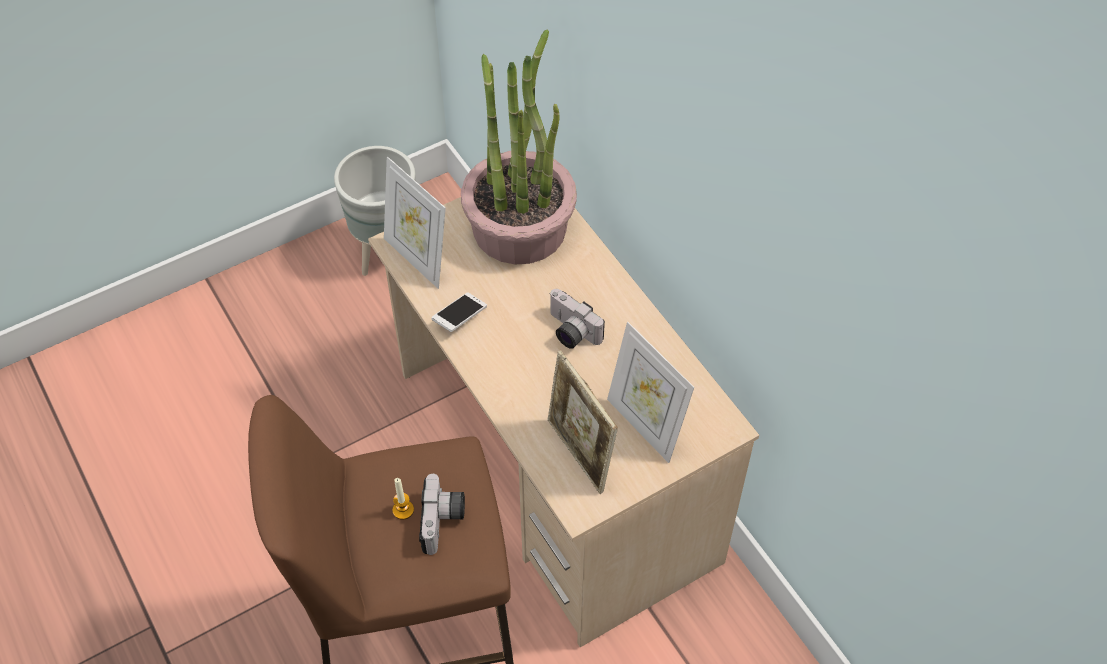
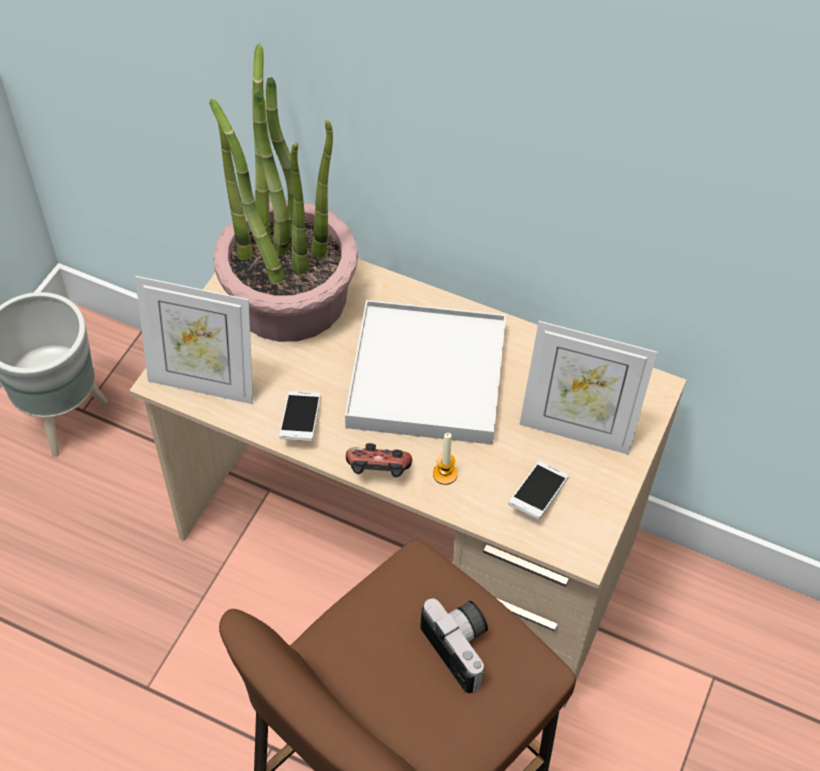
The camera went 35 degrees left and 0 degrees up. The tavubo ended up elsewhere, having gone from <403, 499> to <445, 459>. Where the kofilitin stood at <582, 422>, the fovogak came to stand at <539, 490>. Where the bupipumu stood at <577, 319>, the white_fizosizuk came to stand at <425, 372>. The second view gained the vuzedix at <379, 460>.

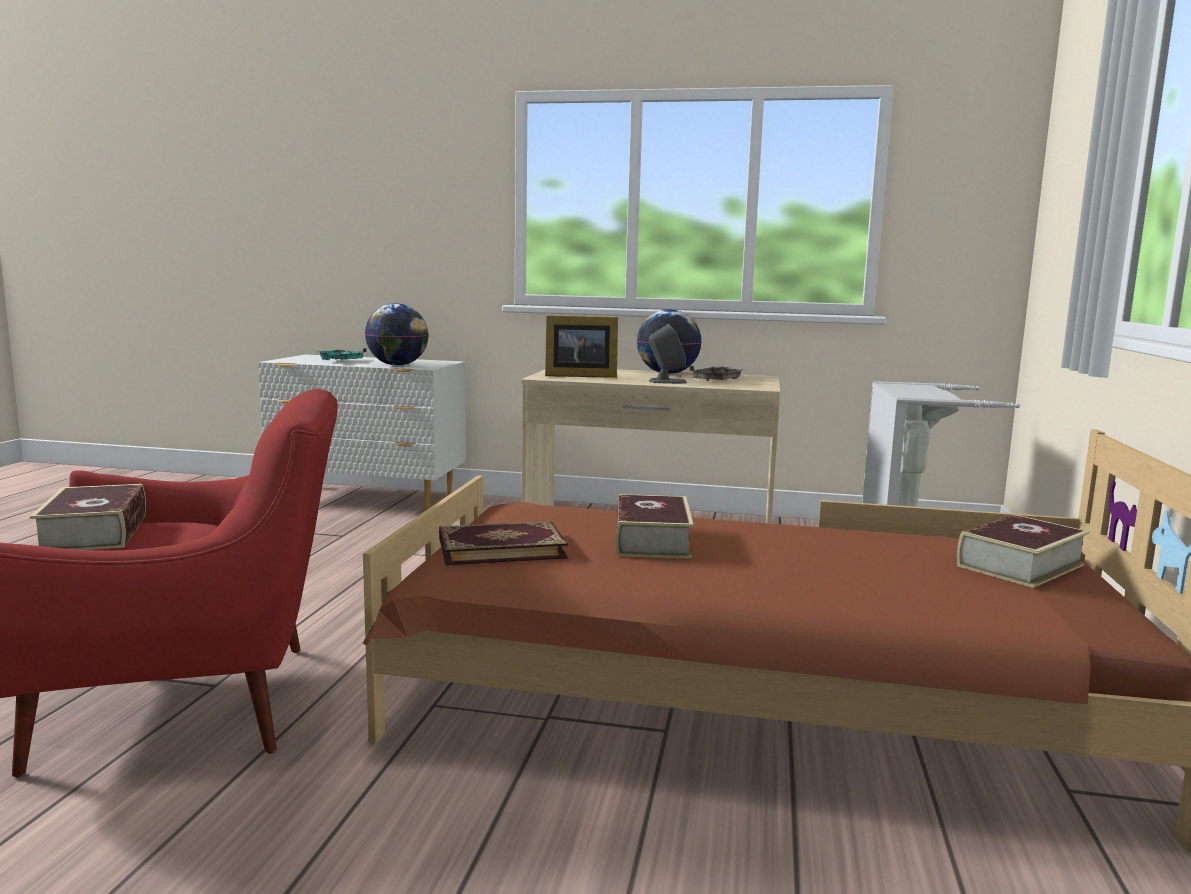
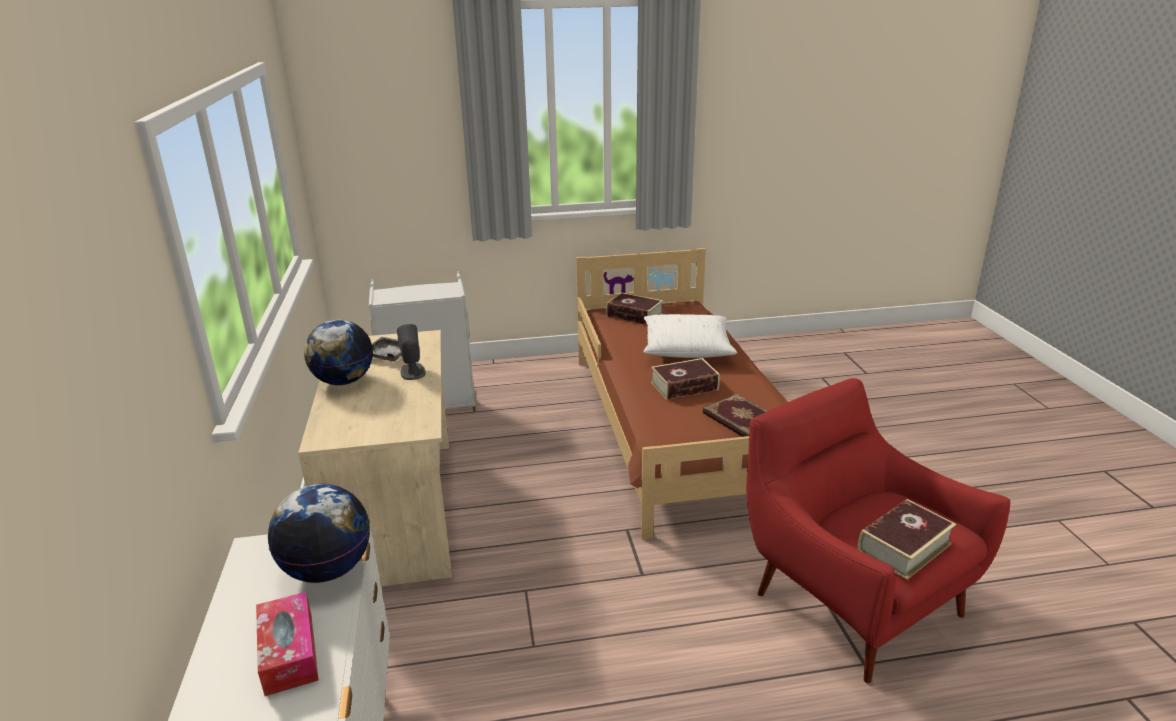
The camera went 110 degrees left and 15 degrees up. Where the turquoise_fizosizuk stood at <341, 354>, the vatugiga came to stand at <287, 644>. The second view lost the kofilitin at <581, 346>. The second view gained the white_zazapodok at <690, 336>.

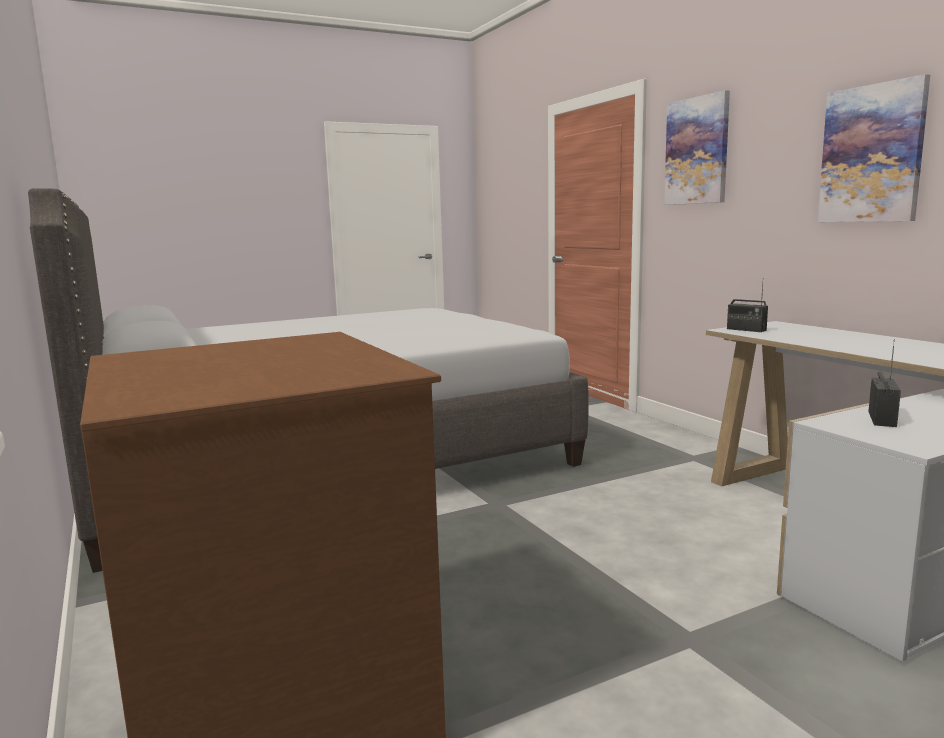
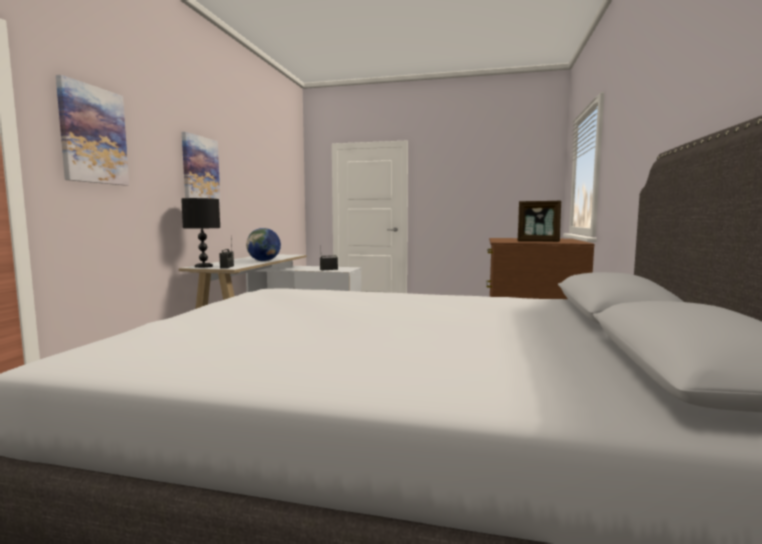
The camera went 140 degrees left and 5 degrees down. The second view gained the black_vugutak at <200, 233>. The second view gained the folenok at <263, 244>. The second view gained the kofilitin at <539, 221>.

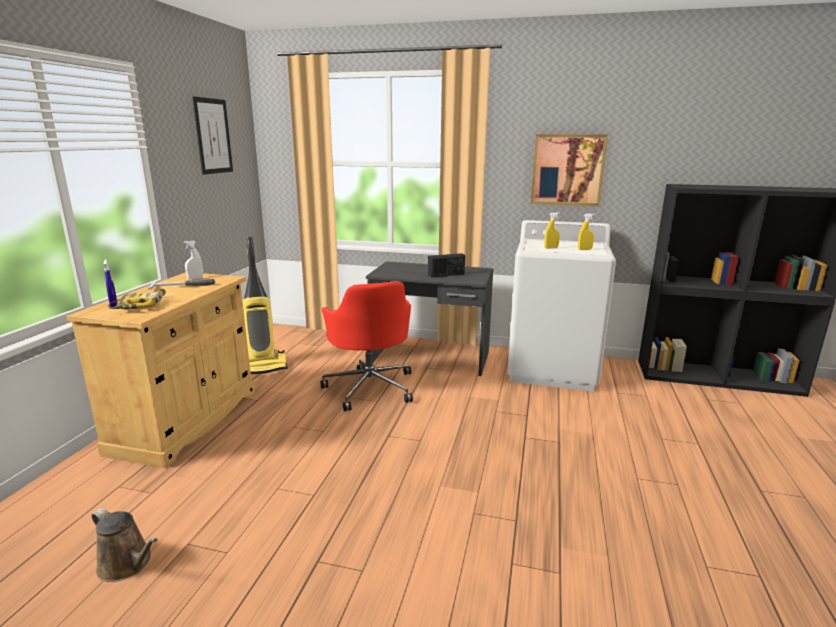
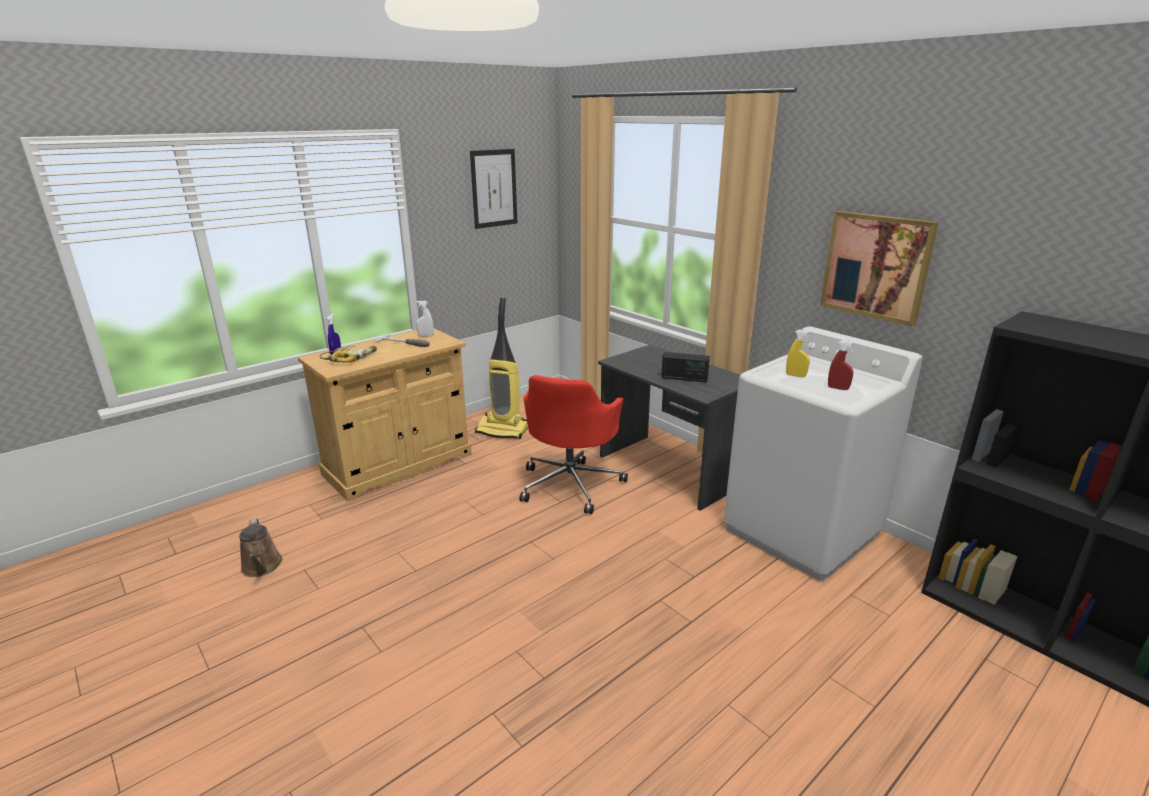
The camera went 35 degrees right and 5 degrees up. What was the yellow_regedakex at <586, 232> turned into the red_regedakex at <842, 365>.

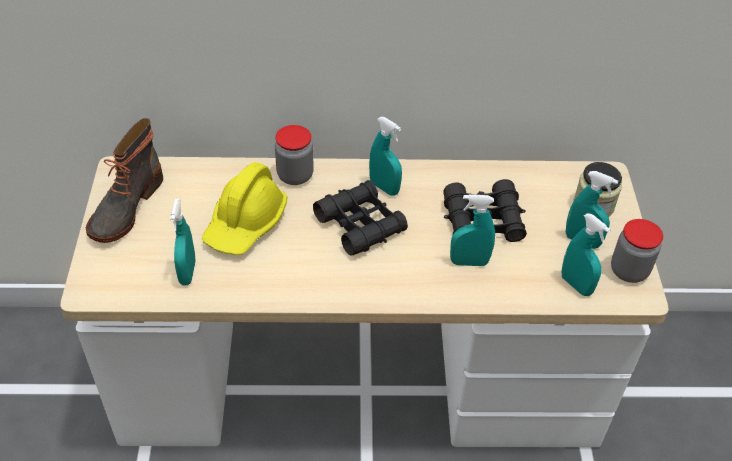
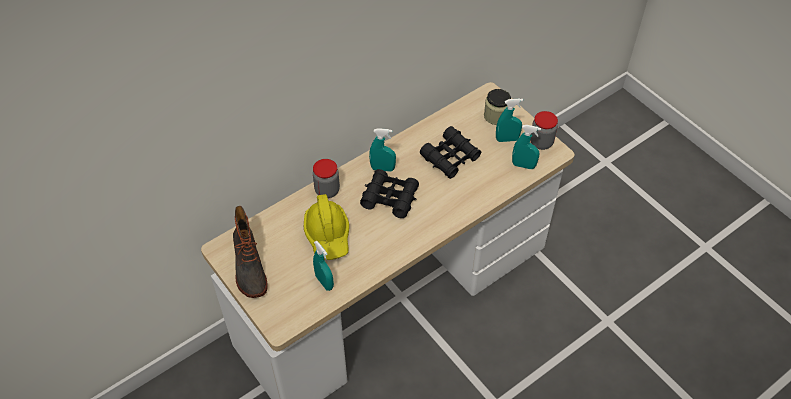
The camera went 35 degrees left and 5 degrees up. The second view lost the turquoise_regedakex at <472, 230>.

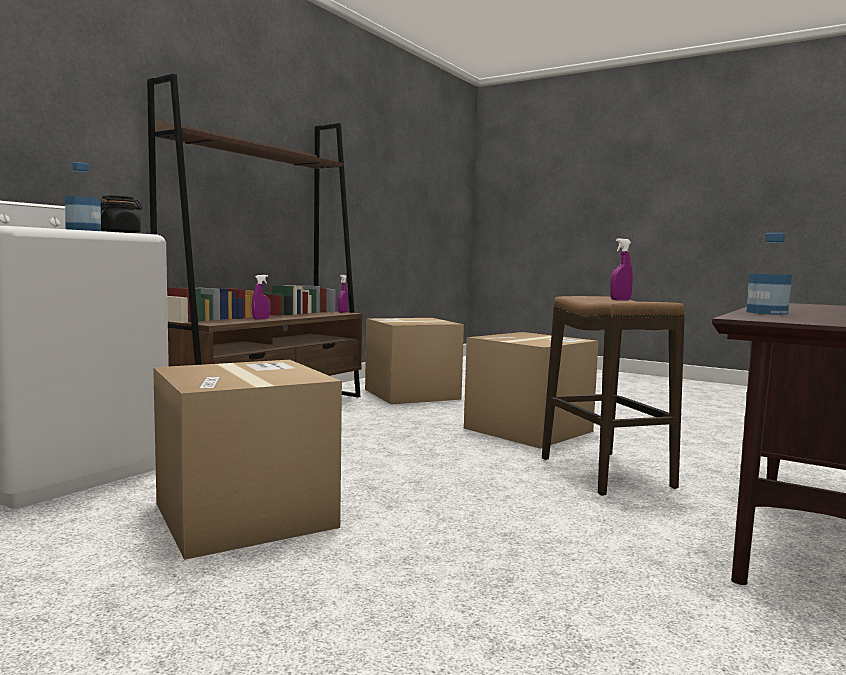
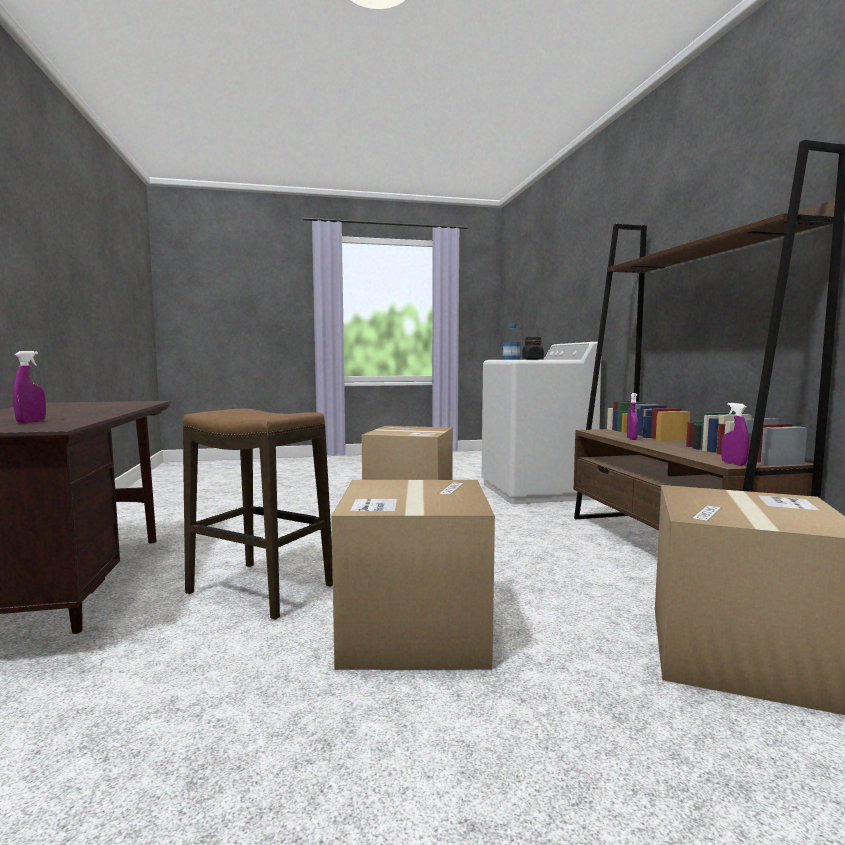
The camera went 135 degrees right and 0 degrees up. The purple_regedakex ended up elsewhere, having gone from <621, 269> to <29, 387>. The second view lost the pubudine at <769, 274>.

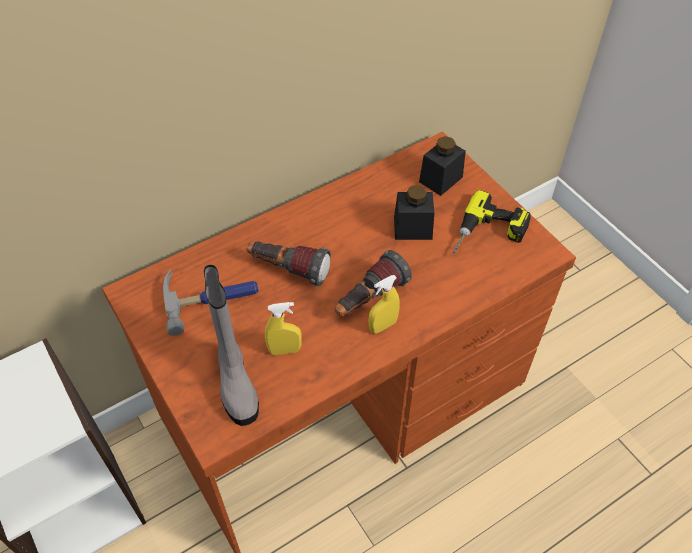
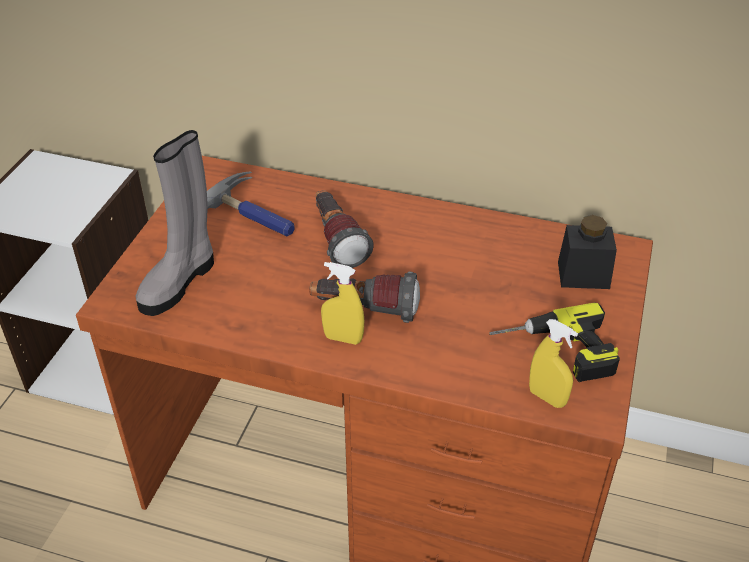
The camera went 50 degrees right and 10 degrees down. The yellow_regedakex ended up elsewhere, having gone from <283, 328> to <553, 363>. The second view lost the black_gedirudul at <414, 212>.

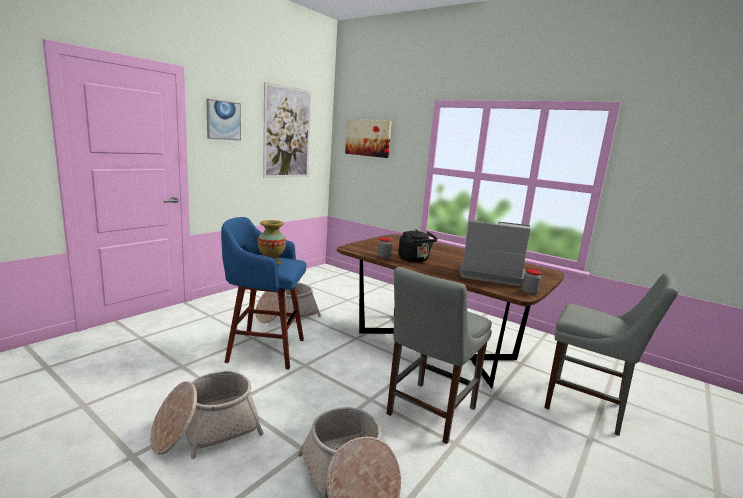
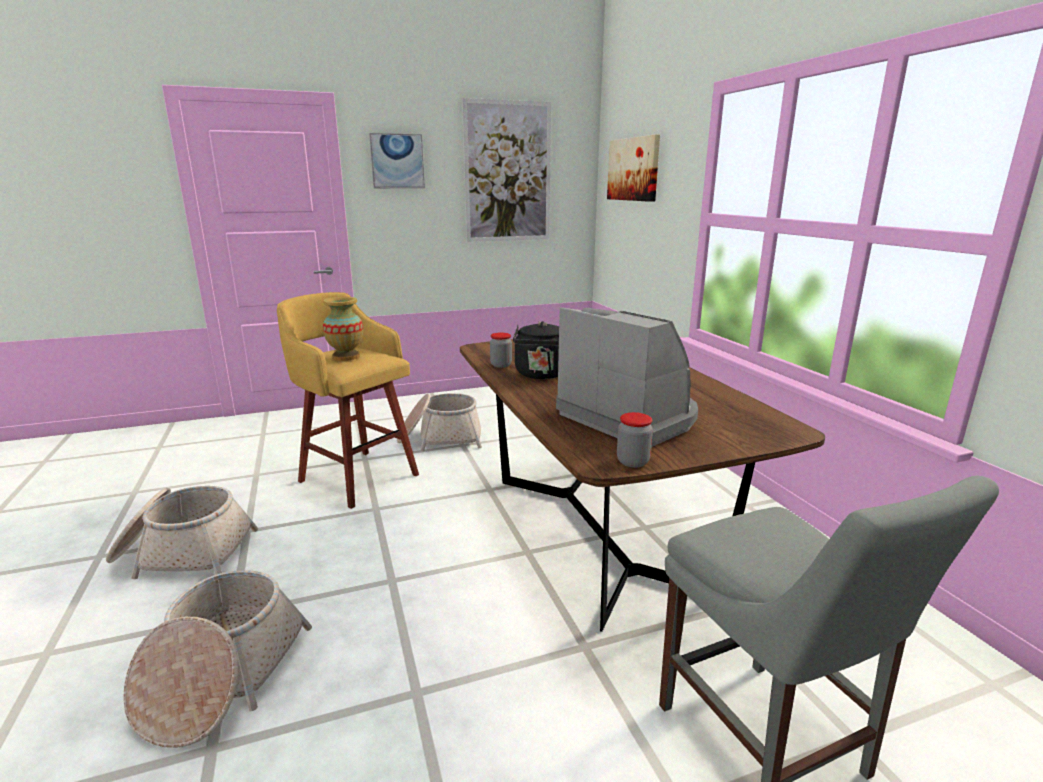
The camera went 35 degrees right and 5 degrees up. What was the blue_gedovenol at <263, 293> turned into the yellow_gedovenol at <348, 400>. The second view lost the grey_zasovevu at <439, 355>.

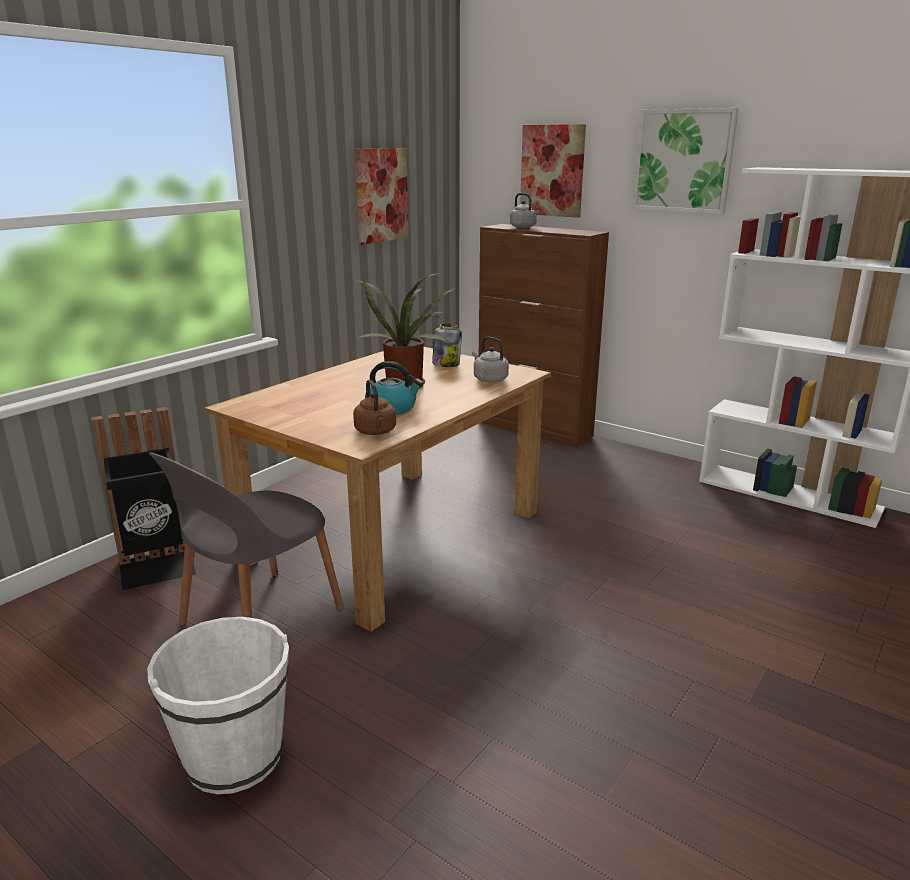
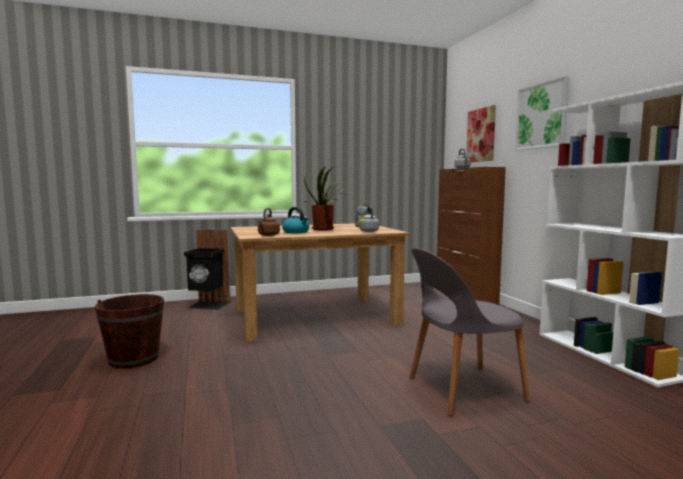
The camera went 35 degrees right and 15 degrees down. What was the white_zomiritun at <218, 705> turned into the brown_zomiritun at <129, 331>. The grey_zasovevu ended up elsewhere, having gone from <246, 539> to <469, 332>. The second view lost the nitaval at <381, 196>.

